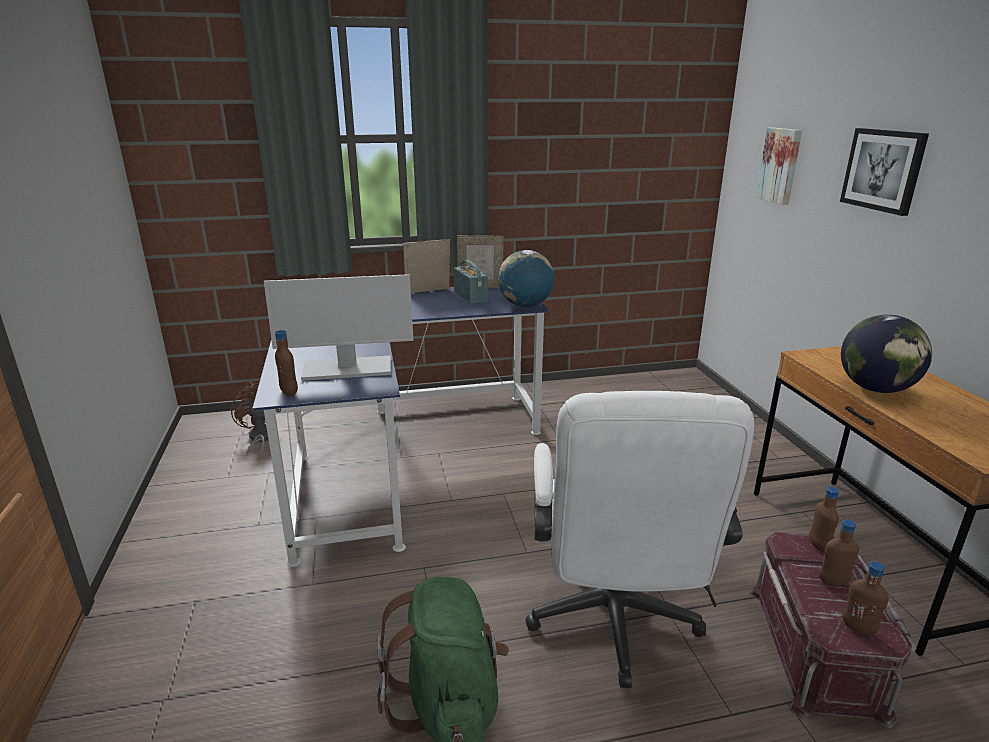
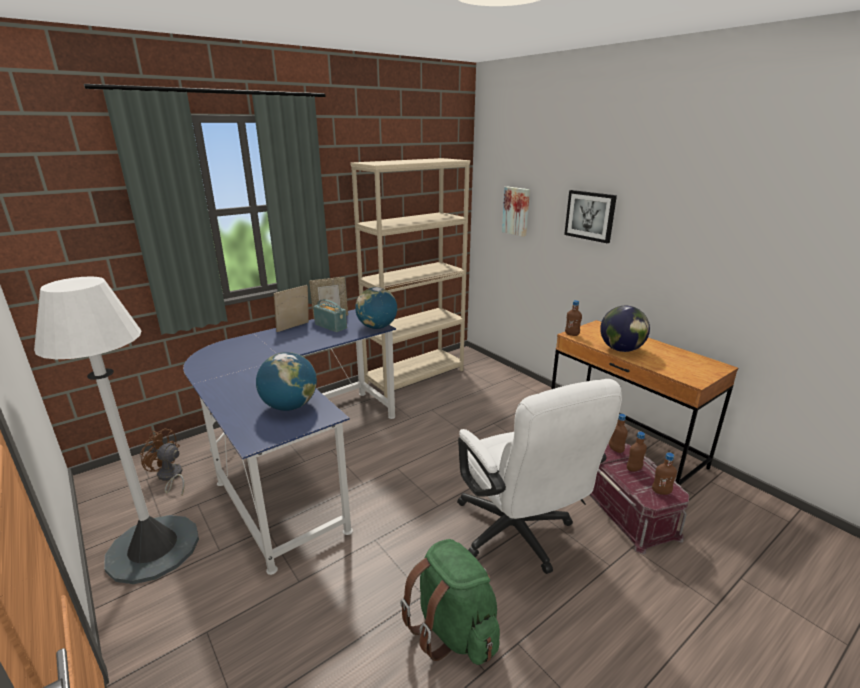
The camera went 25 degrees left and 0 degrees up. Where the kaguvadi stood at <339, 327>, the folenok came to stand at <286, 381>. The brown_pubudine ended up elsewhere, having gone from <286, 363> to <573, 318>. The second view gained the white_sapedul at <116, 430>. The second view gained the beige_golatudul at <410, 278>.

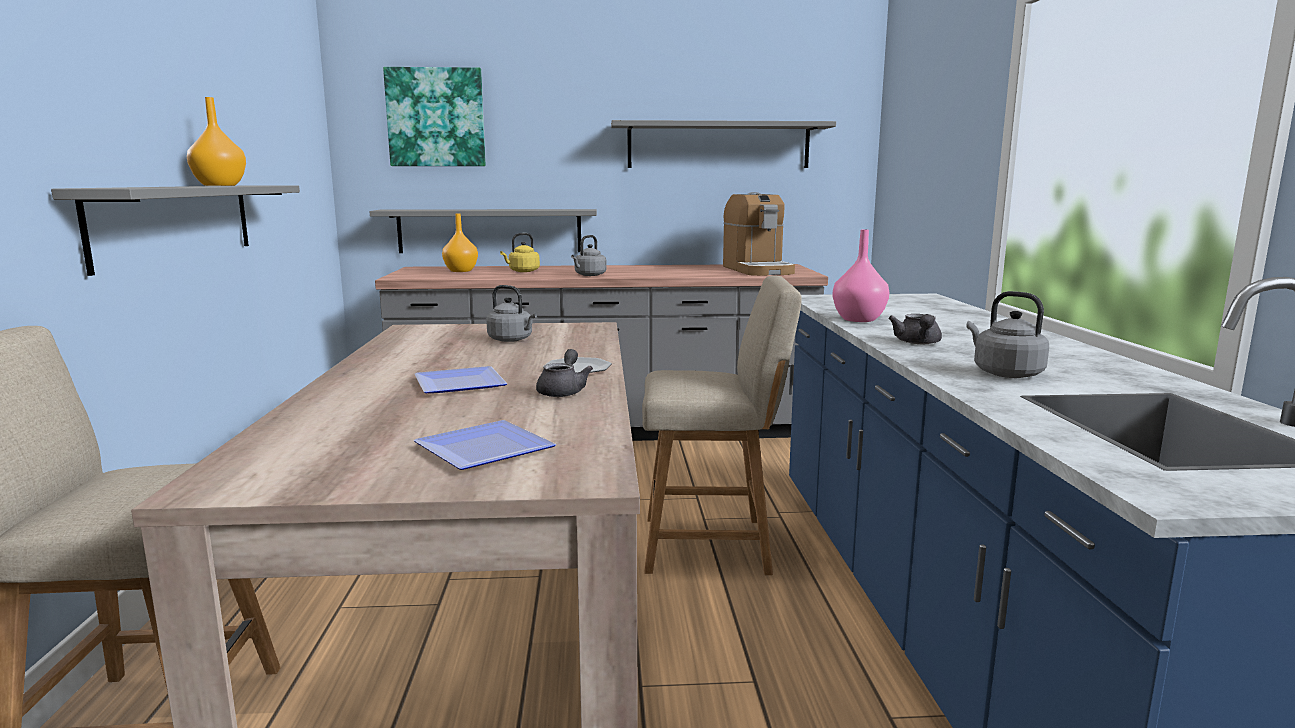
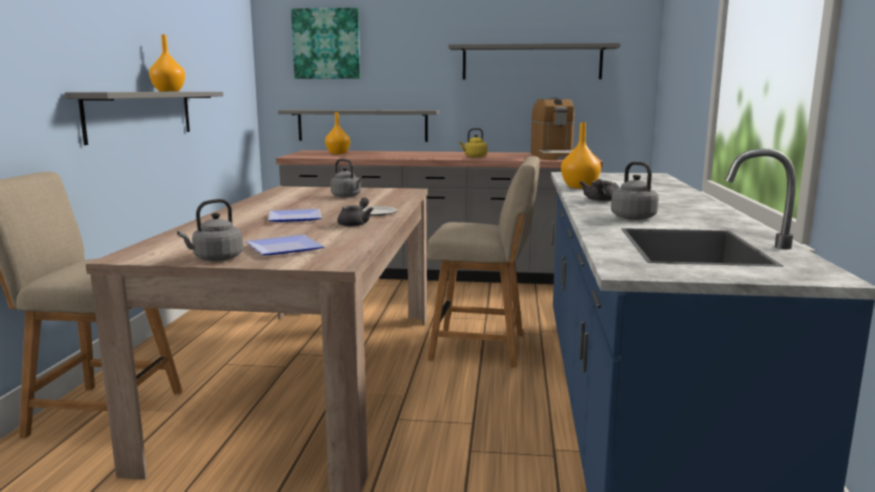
The camera went 10 degrees right and 0 degrees up. The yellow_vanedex ended up elsewhere, having gone from <520, 252> to <473, 143>. The grey_vanedex ended up elsewhere, having gone from <589, 255> to <210, 230>. What was the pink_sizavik at <860, 275> turned into the orange_sizavik at <581, 155>.

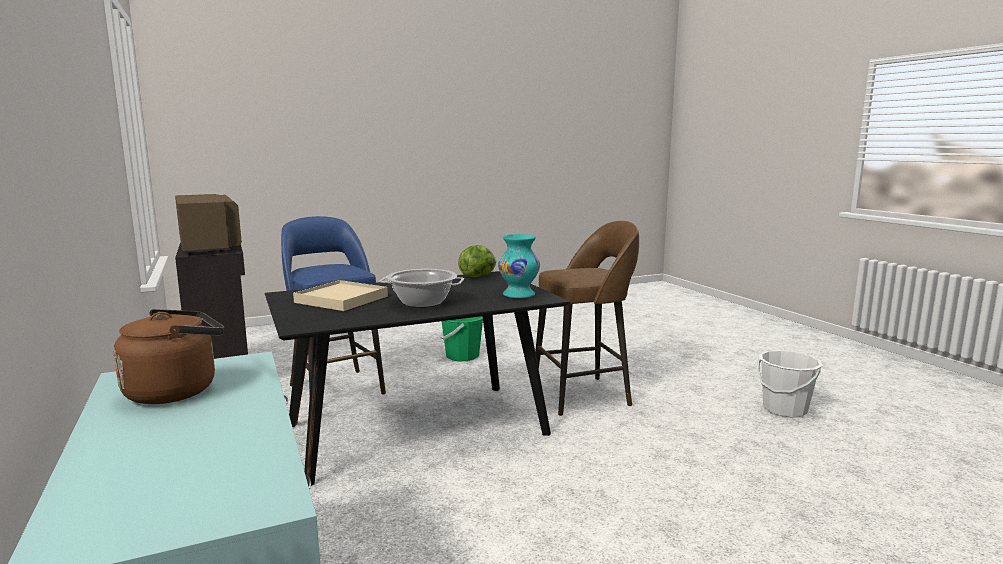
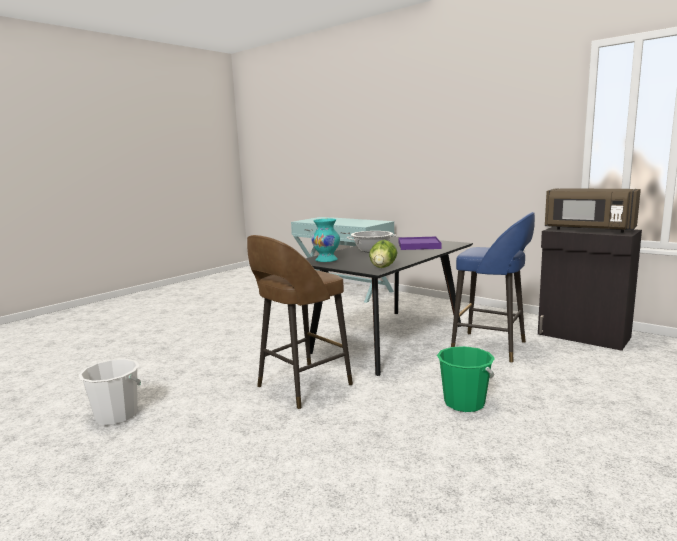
The camera went 155 degrees right and 0 degrees up. The second view lost the brown_vanedex at <169, 356>. What was the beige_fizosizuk at <340, 295> turned into the purple_fizosizuk at <420, 243>.

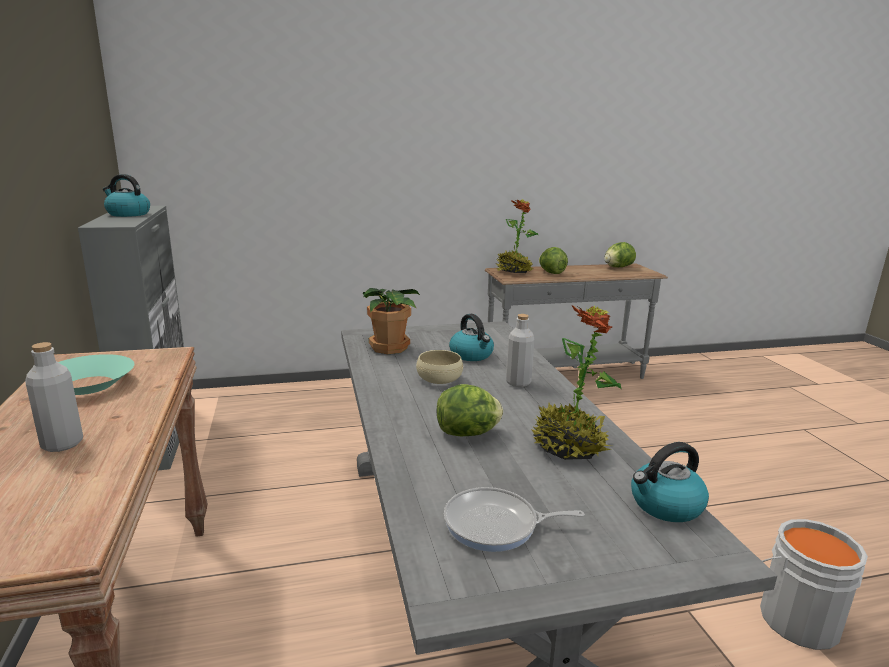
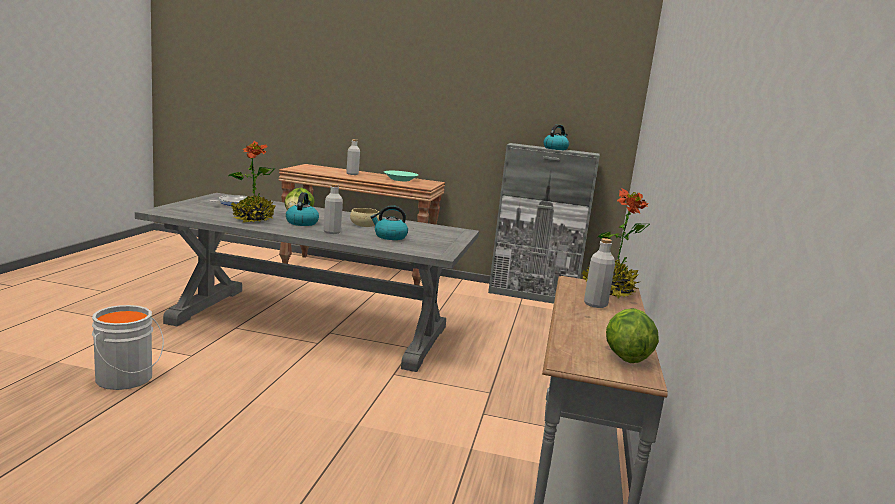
The camera went 115 degrees right and 5 degrees down. The second view lost the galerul at <391, 321>. Where the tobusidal stood at <553, 260>, the grey_pubudine came to stand at <599, 273>. The vanedex ended up elsewhere, having gone from <670, 482> to <302, 209>.

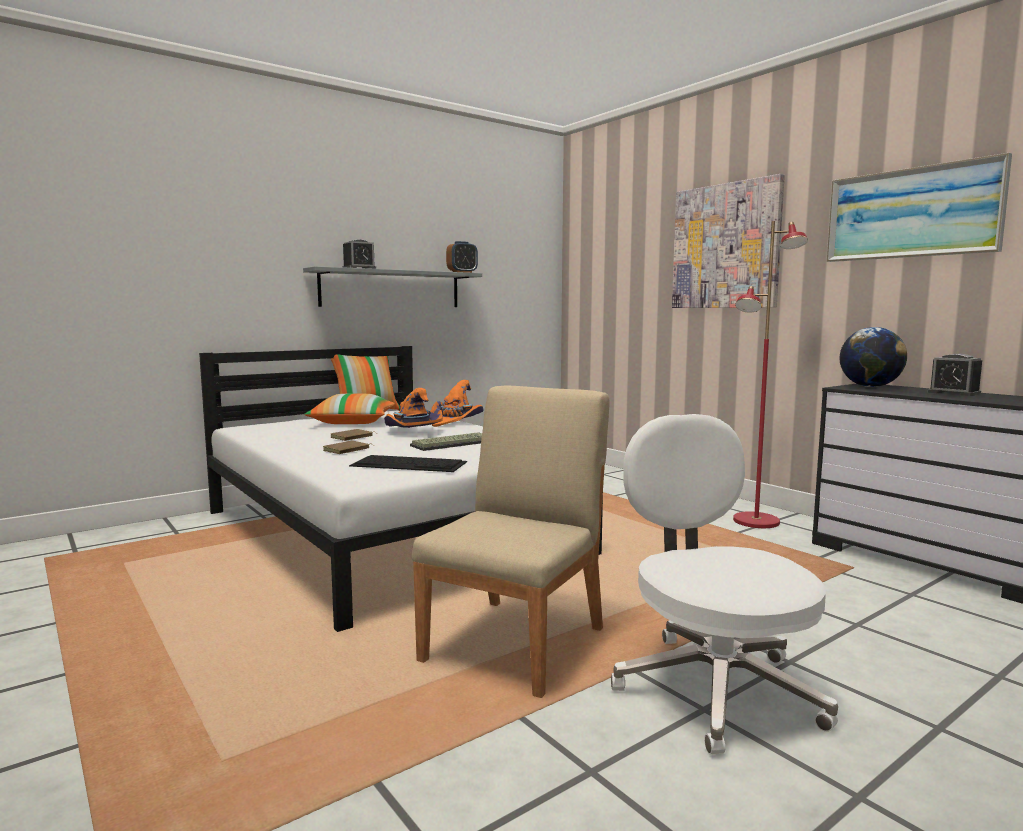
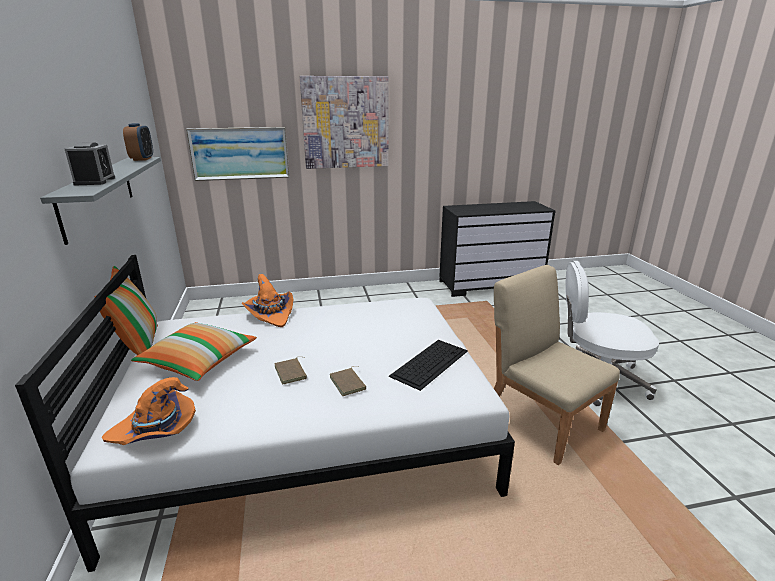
The camera went 65 degrees left and 15 degrees up. The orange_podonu ended up elsewhere, having gone from <413, 408> to <149, 411>. The second view lost the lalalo at <446, 441>. The second view lost the red_sapedul at <770, 374>. The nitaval ended up elsewhere, having gone from <919, 207> to <238, 154>. The second view lost the folenok at <873, 357>. The second view lost the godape at <955, 375>.

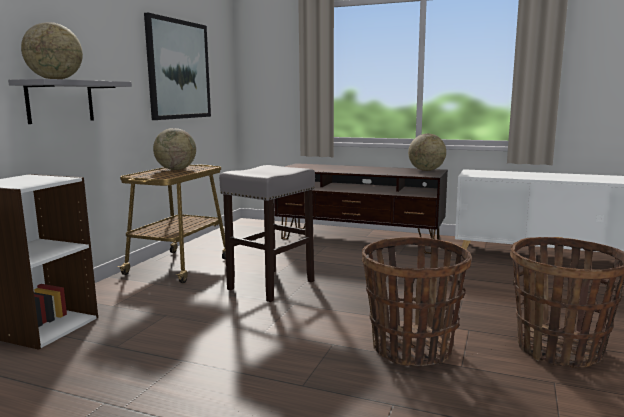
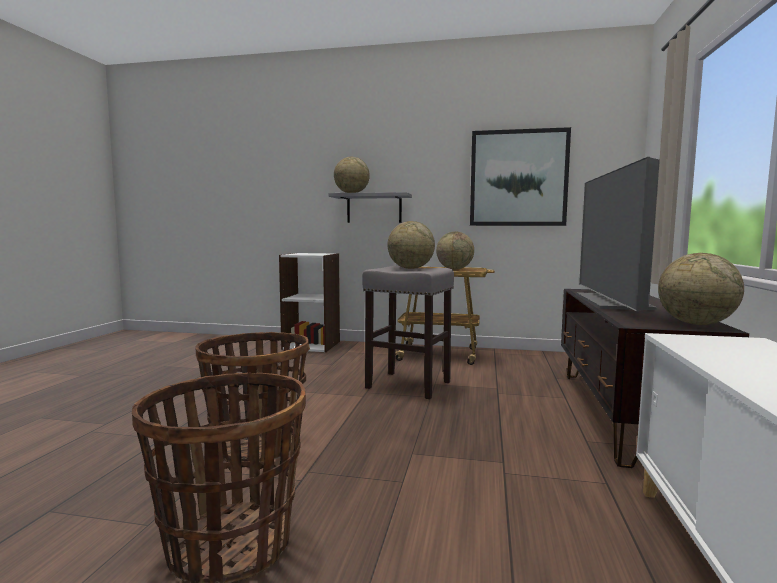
The camera went 80 degrees right and 5 degrees down. The second view gained the folenok at <411, 245>. The second view gained the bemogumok at <618, 234>.

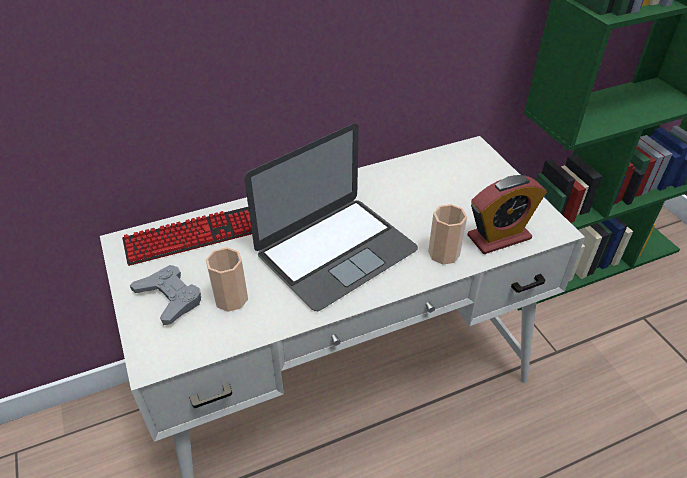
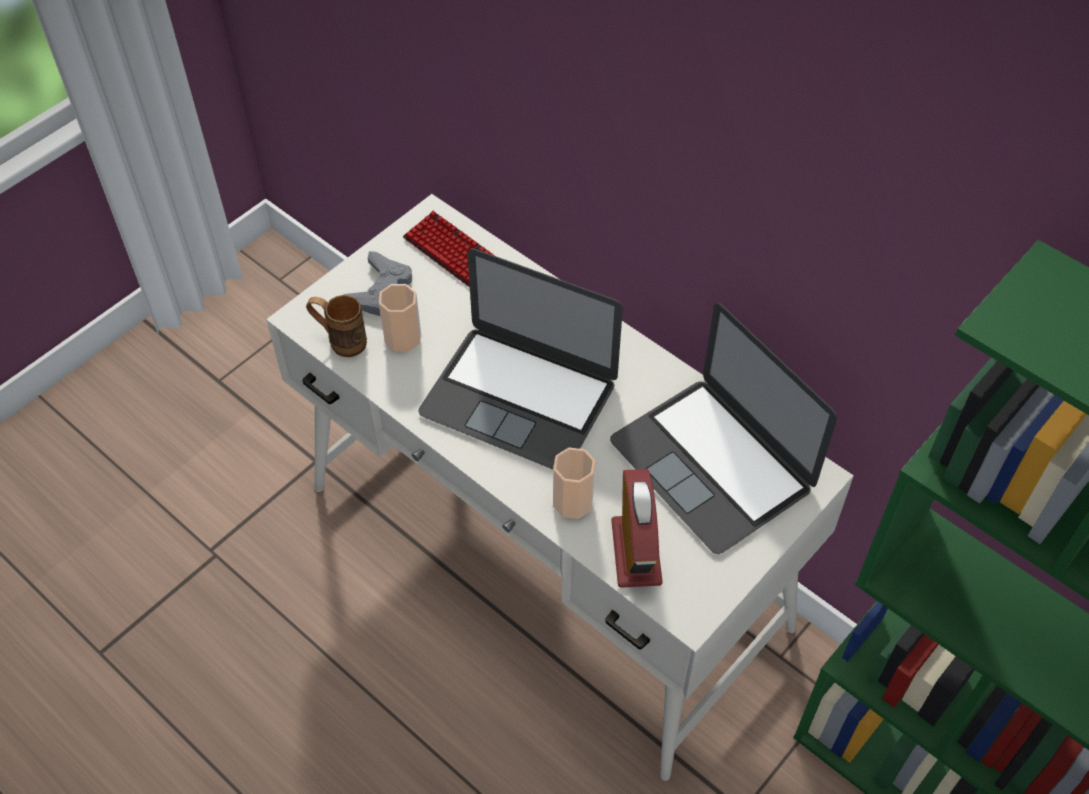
The camera went 65 degrees right and 10 degrees up. The godape at <507, 214> ended up facing another way, 135 degrees counterclockwise from before. The second view gained the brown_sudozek at <336, 326>. The second view gained the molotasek at <723, 428>.

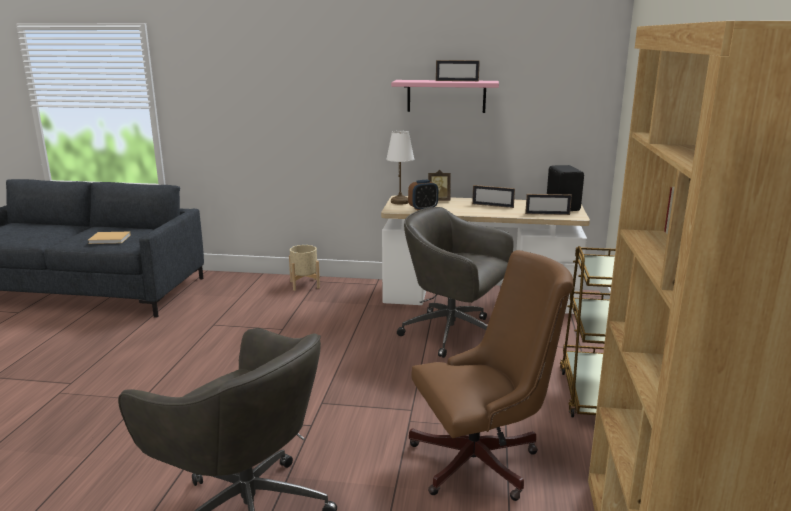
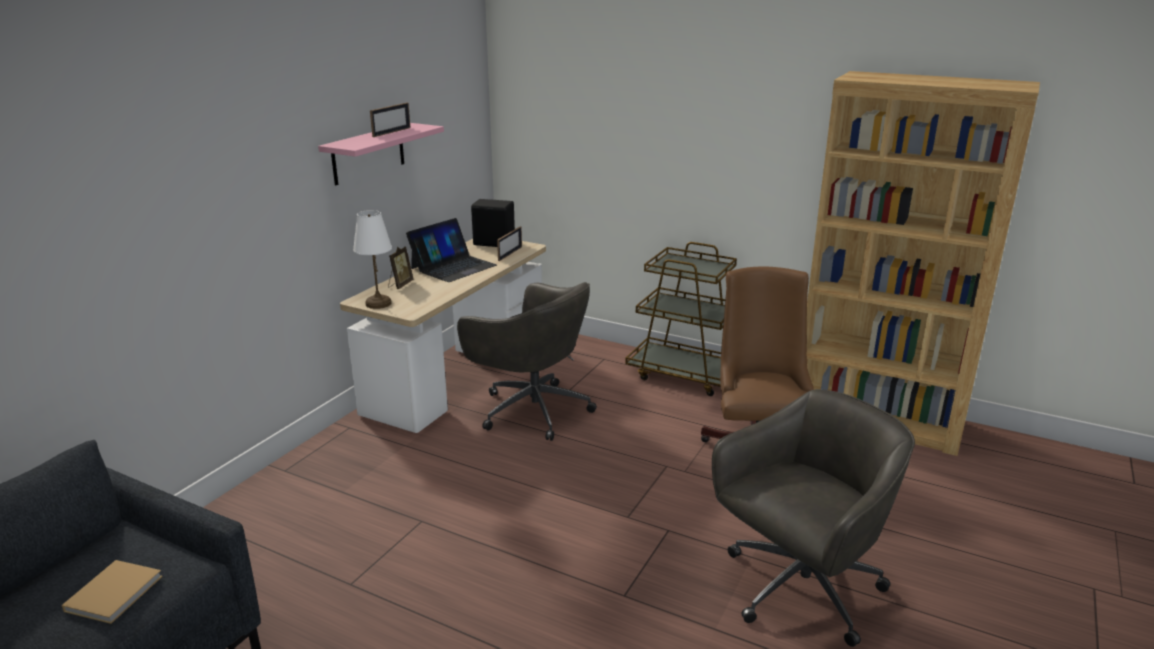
The camera went 70 degrees left and 5 degrees up. The second view lost the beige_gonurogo at <304, 268>. The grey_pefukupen at <455, 282> ended up facing another way, 105 degrees counterclockwise from before. The second view lost the godape at <423, 195>. Where the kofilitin stood at <493, 196>, the molotasek came to stand at <451, 250>.

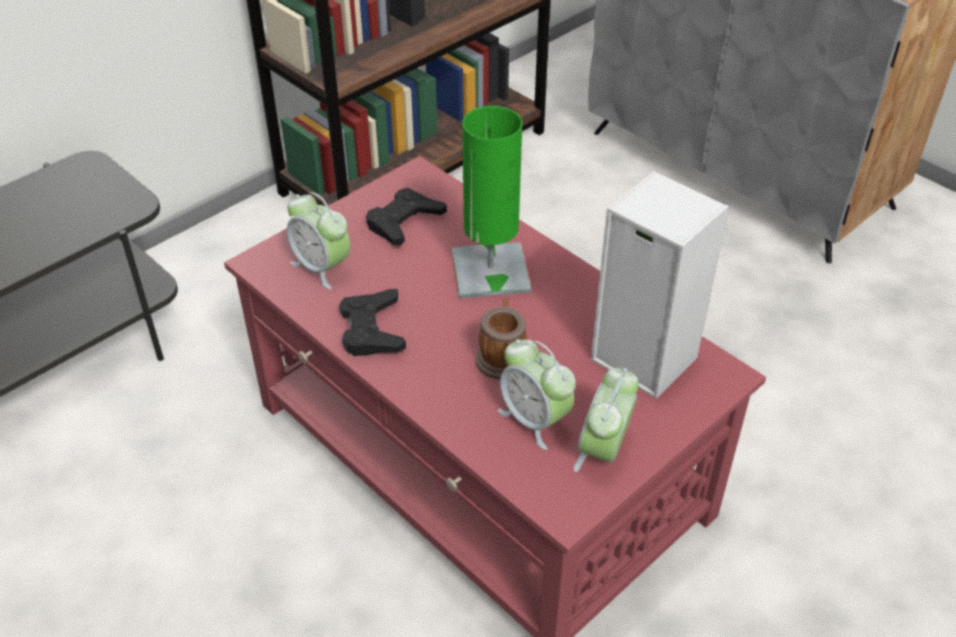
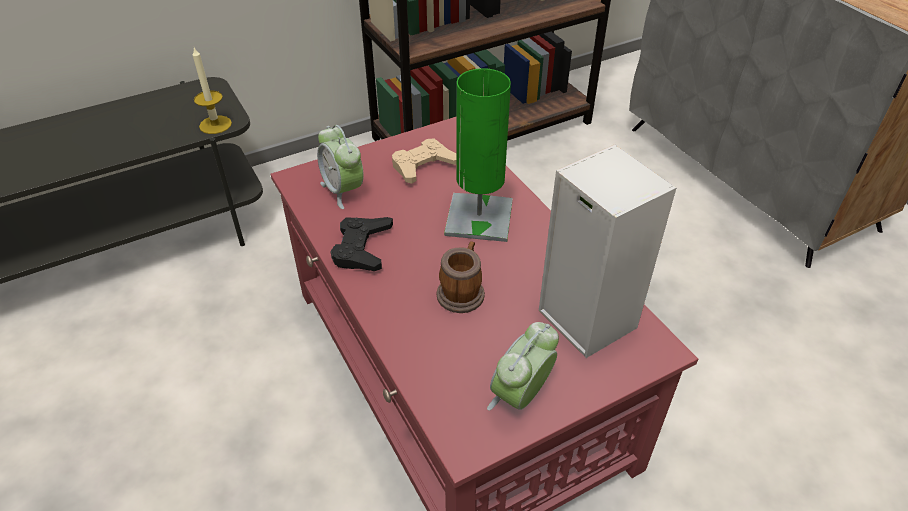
The camera went 15 degrees right and 0 degrees up. What was the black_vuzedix at <406, 217> turned into the beige_vuzedix at <424, 161>. The second view lost the godape at <537, 394>. The second view gained the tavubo at <212, 91>.

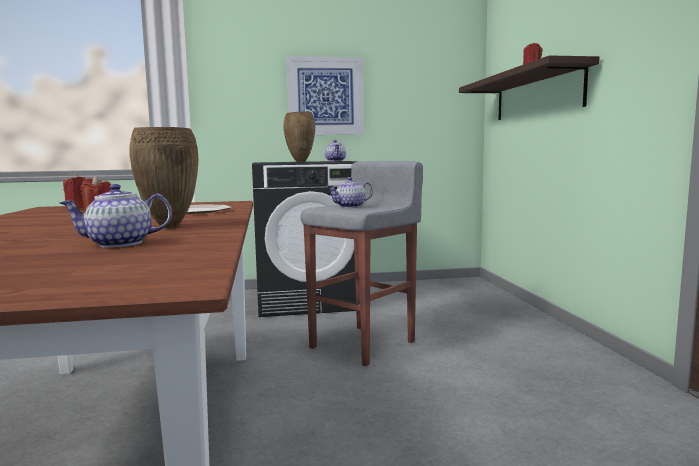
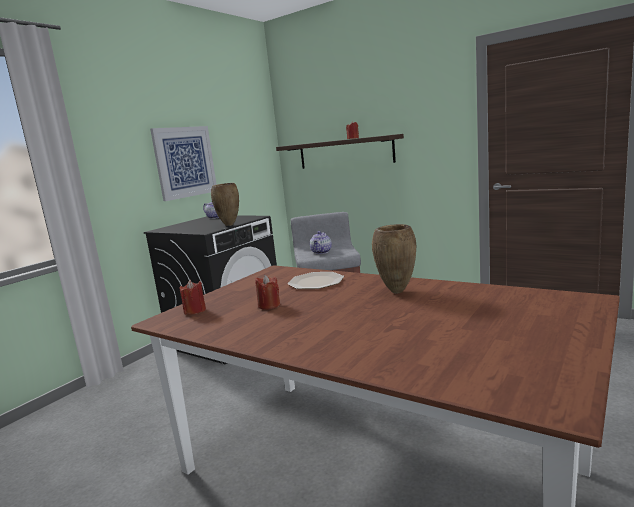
The camera went 45 degrees left and 5 degrees up. The second view lost the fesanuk at <115, 216>.

